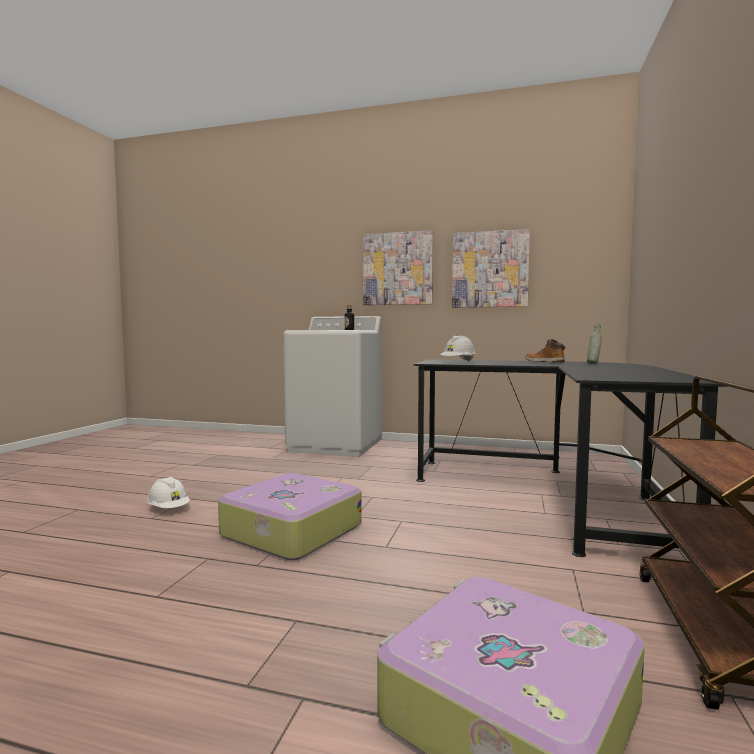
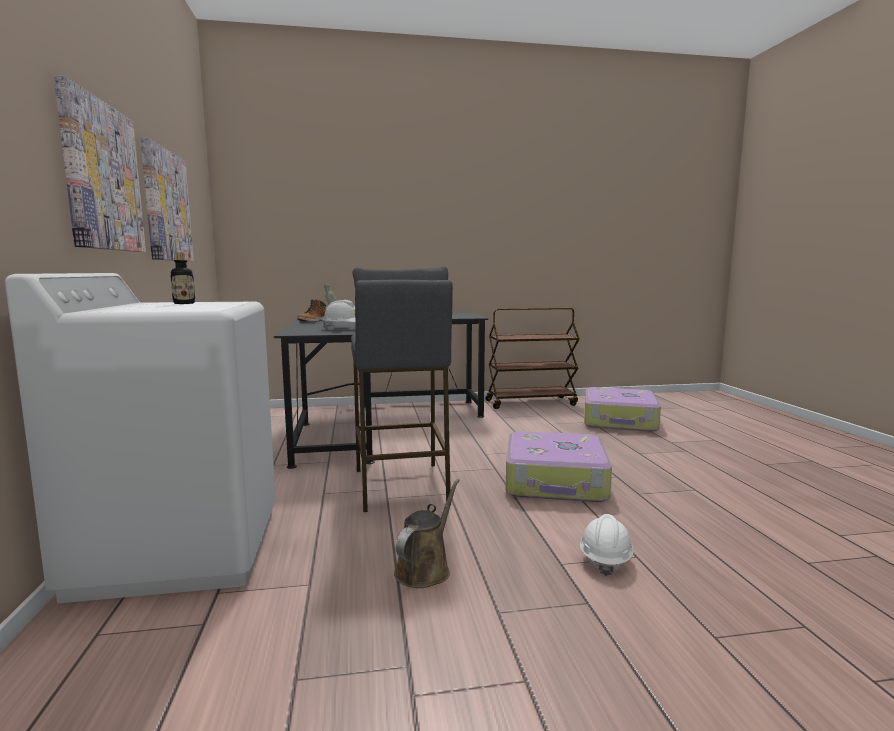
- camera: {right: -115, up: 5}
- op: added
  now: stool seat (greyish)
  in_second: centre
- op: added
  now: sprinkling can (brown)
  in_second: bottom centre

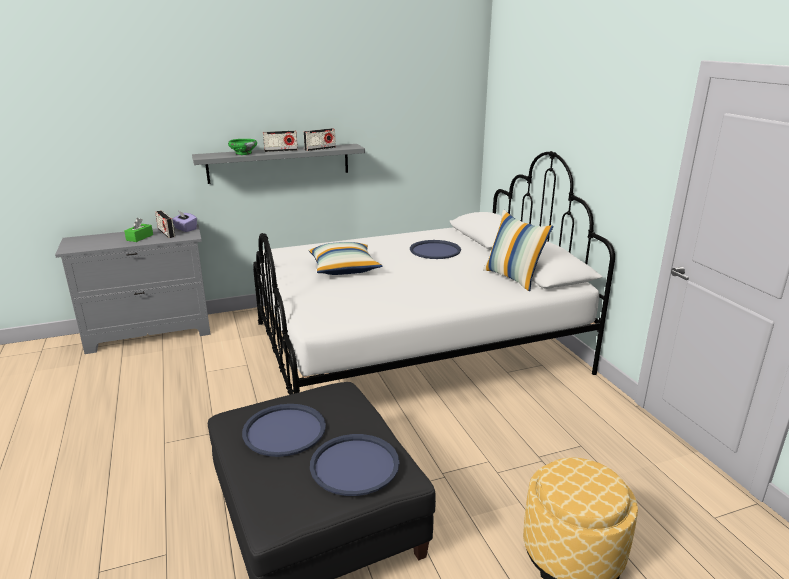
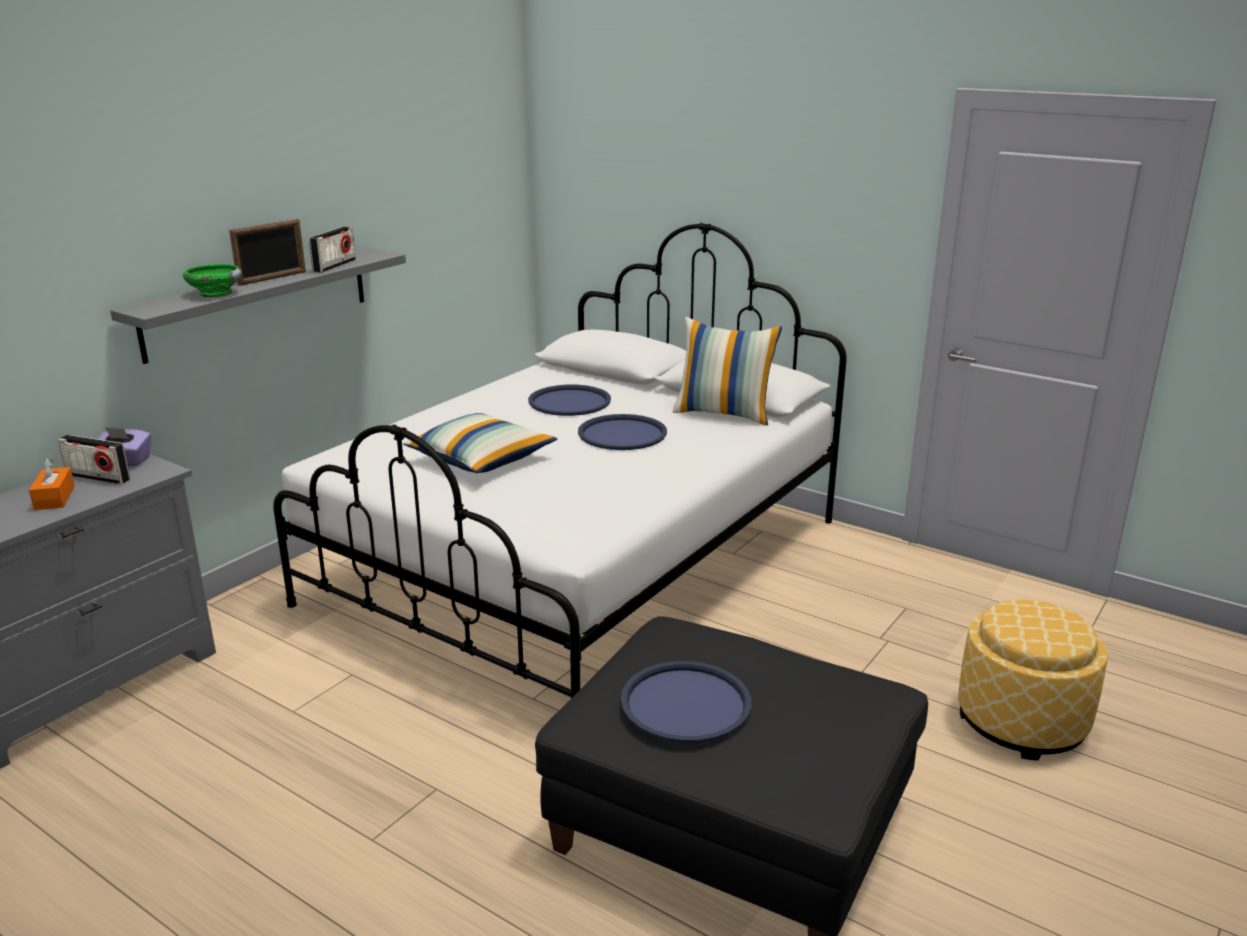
- camera: {right: -35, up: 0}
- op: recoloured
  was: tissue holder (green-coloured)
  now: tissue holder (orange)
  in_first: middle left
  in_second: middle left
- op: replaced
  was: radio set (2nd from left)
  now: picture frame
  in_first: top centre
  in_second: top left
- op: moved
  was: serving tray (blue) (2nd from left)
  in_first: bottom centre
  in_second: centre

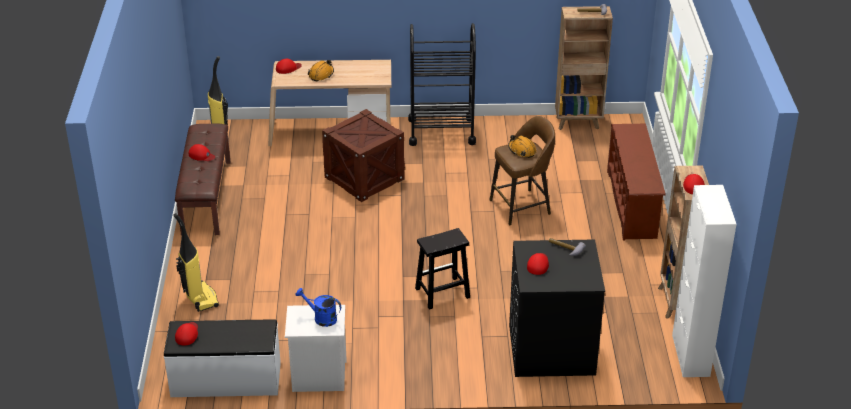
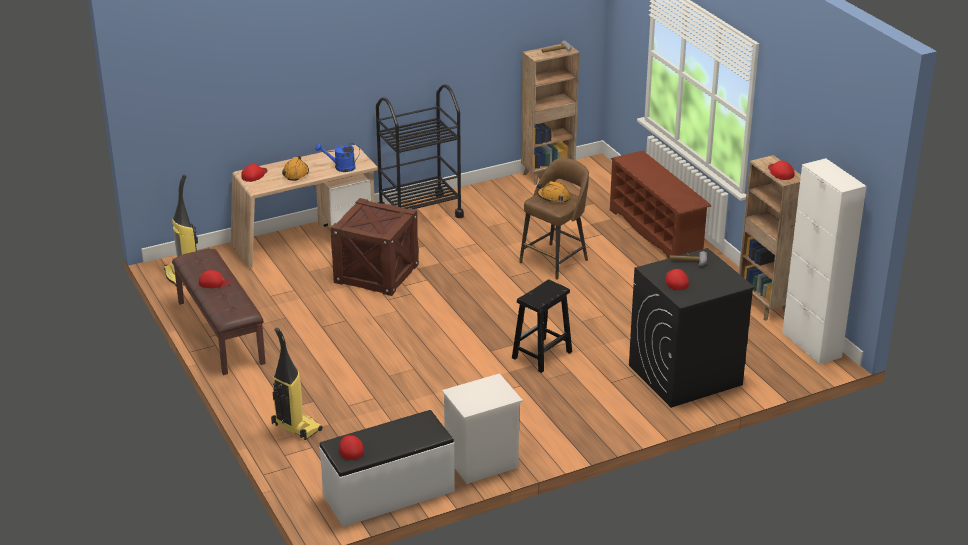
- camera: {right: -25, up: -5}
- op: moved
  was: sprinkling can (blue)
  in_first: bottom centre
  in_second: top centre

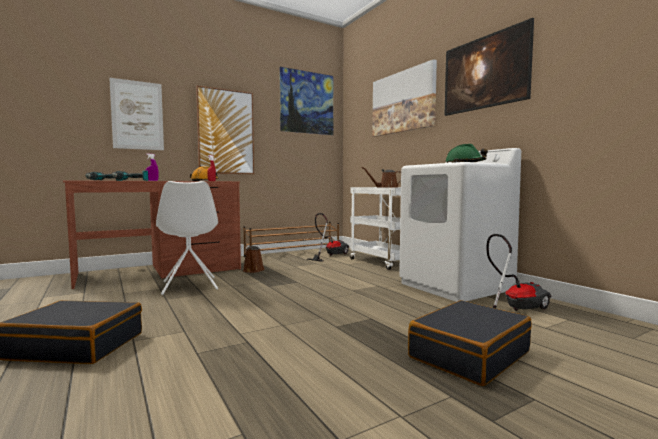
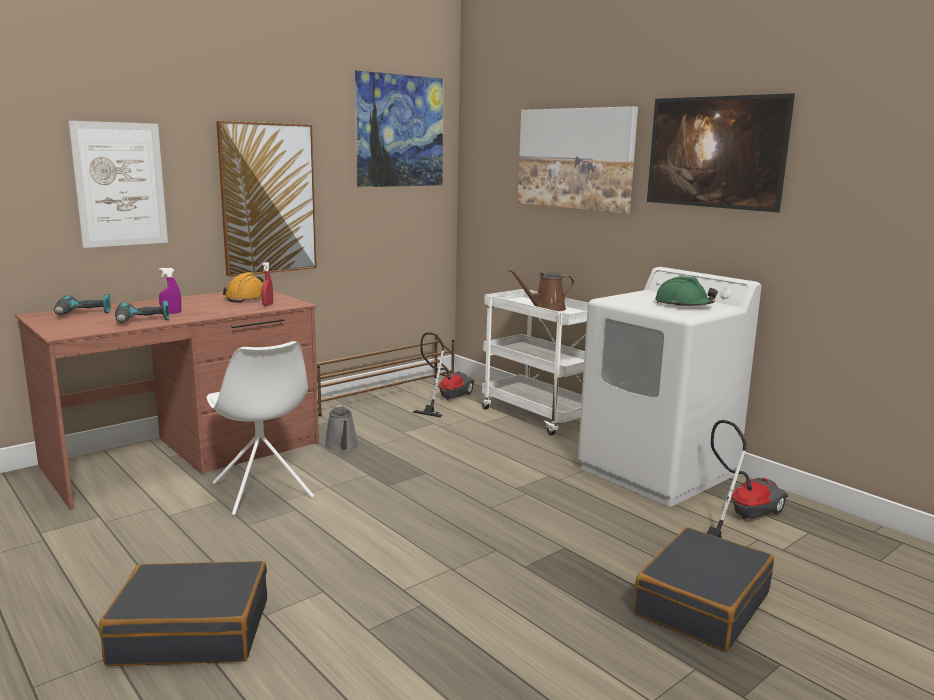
- camera: {right: -10, up: 10}
- op: recoloured
  was: sprinkling can (brown) (1st from left)
  now: sprinkling can (greyish)
  in_first: centre
  in_second: centre

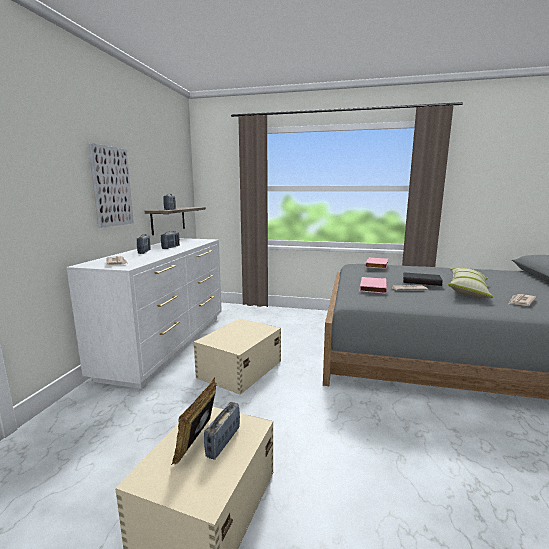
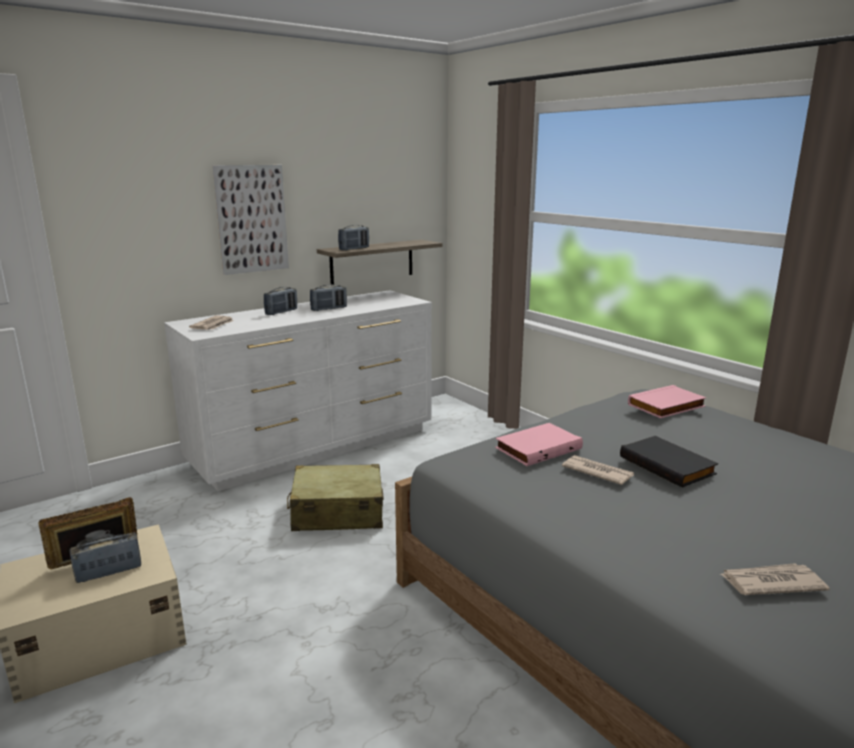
- camera: {right: 40, up: 5}
- op: replaced
  was: storage bin (beige) (2nd from left)
  now: travel case (beige)
  in_first: centre
  in_second: centre
- op: removed
  was: throw pillow
  in_first: middle right

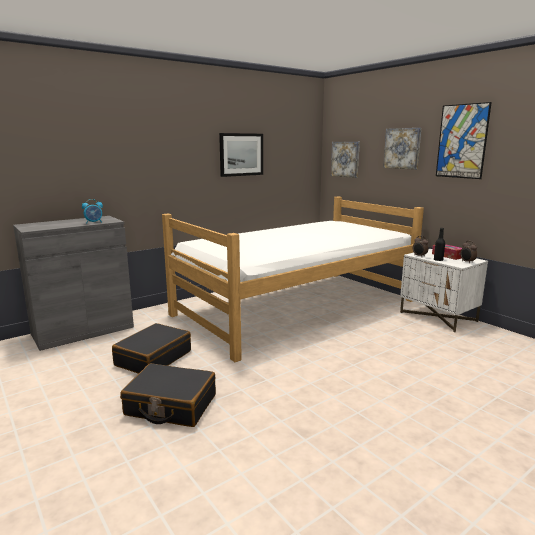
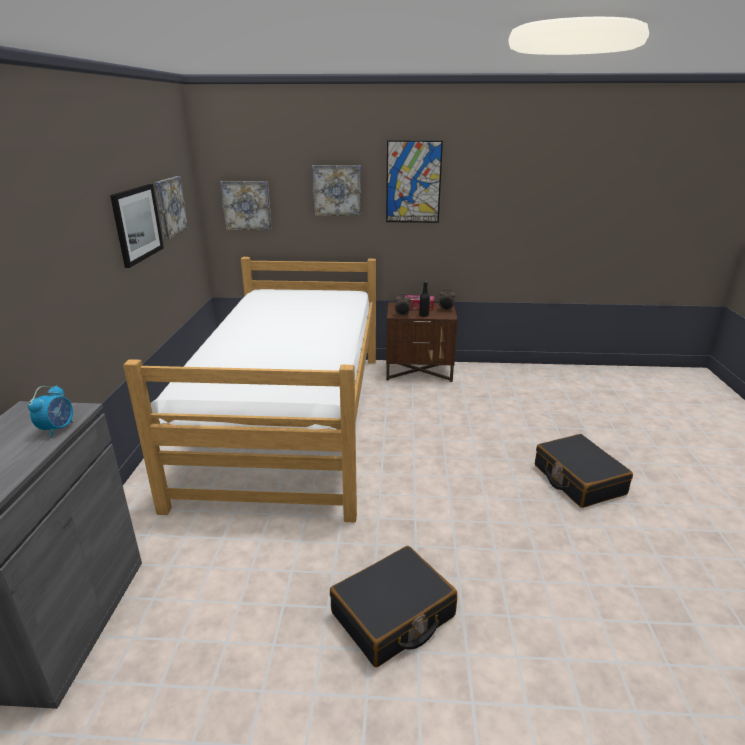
- camera: {right: -50, up: 10}
- op: added
  now: wall picture (2nd from left)
  in_second: top left
- op: recoloured
  was: bedside table (white-coloured)
  now: bedside table (brown)
  in_first: middle right
  in_second: centre
- op: moved
  was: travel case (blackish) (1st from left in the first image)
  now: travel case (blackish) (2nd from left)
  in_first: middle left
  in_second: middle right

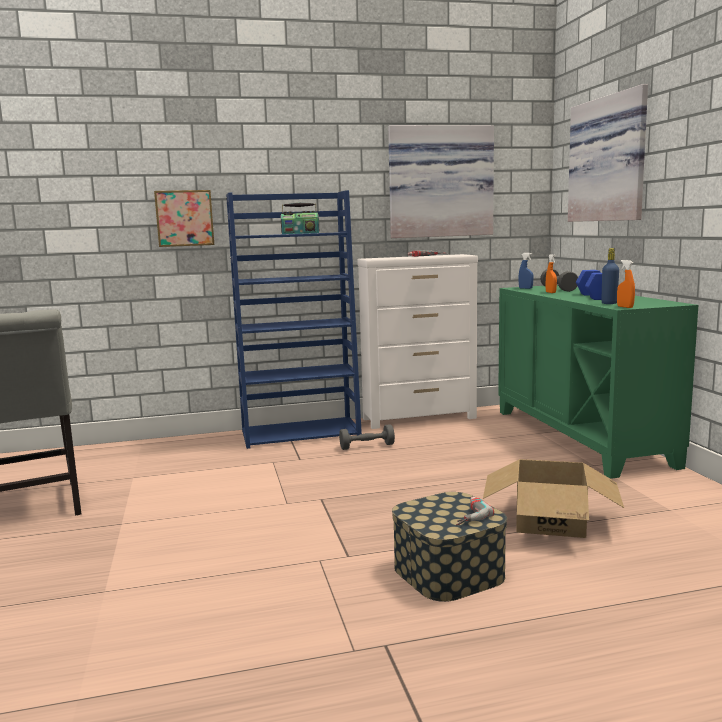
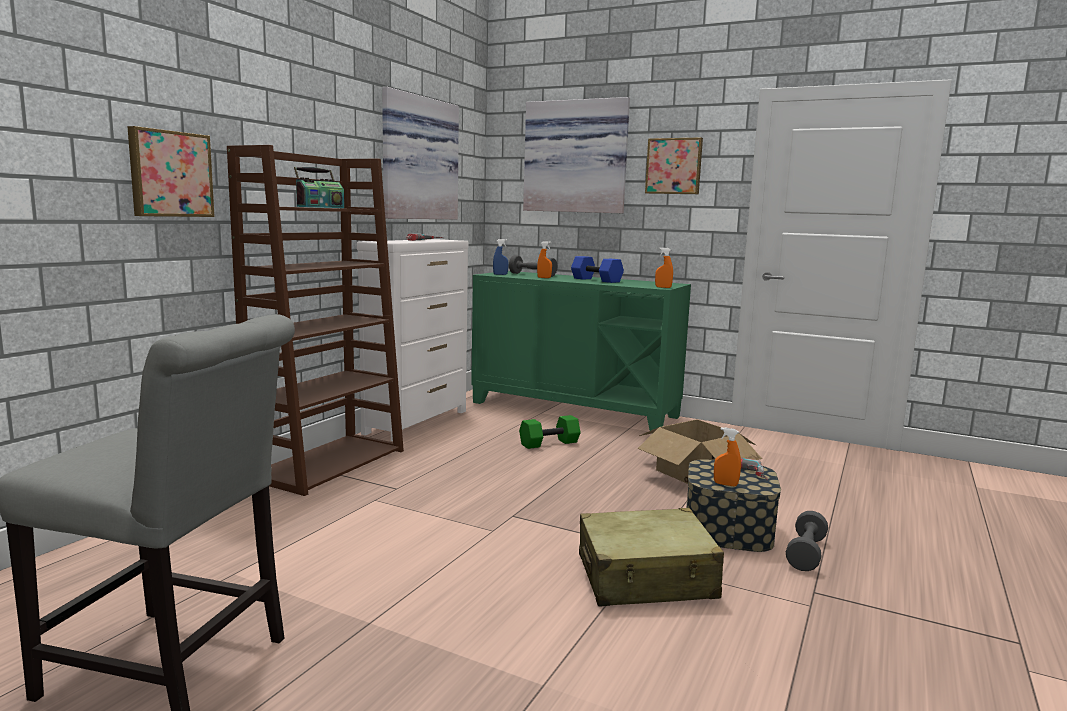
- camera: {right: -50, up: 0}
- op: recoloured
  was: shelving unit (blue)
  now: shelving unit (brown)
  in_first: centre
  in_second: middle left
- op: added
  now: dumbbell (green-coloured)
  in_second: centre
- op: added
  now: travel case (beige)
  in_second: bottom centre
- op: added
  now: wall picture (4th from left)
  in_second: top centre
- op: added
  now: spray bottle (orange) (3rd from left)
  in_second: middle right
- op: moved
  was: dumbbell (greyish) (1st from left in the first image)
  now: dumbbell (greyish) (2nd from left)
  in_first: centre
  in_second: bottom right
- op: removed
  was: bottle (blue)
  in_first: middle right

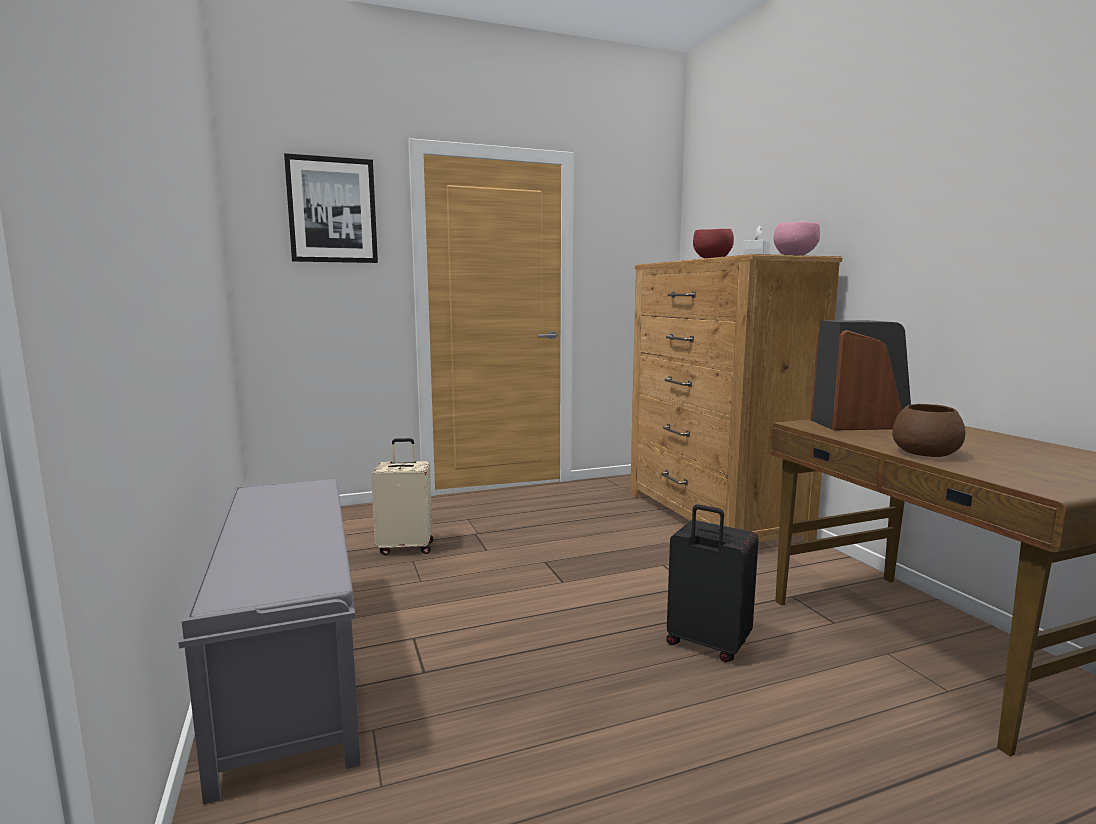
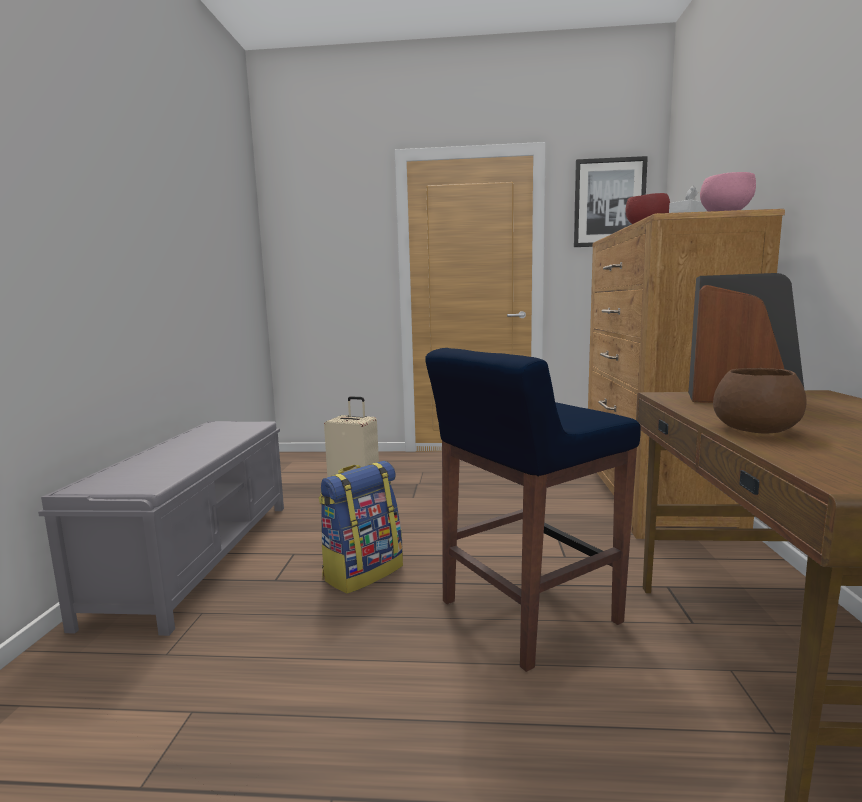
- camera: {right: 25, up: 0}
- op: added
  now: rucksack
  in_second: centre
- op: replaced
  was: travel case (blackish)
  now: stool seat (blue)
  in_first: bottom centre
  in_second: centre
- op: moved
  was: wall picture
  in_first: top left
  in_second: top right

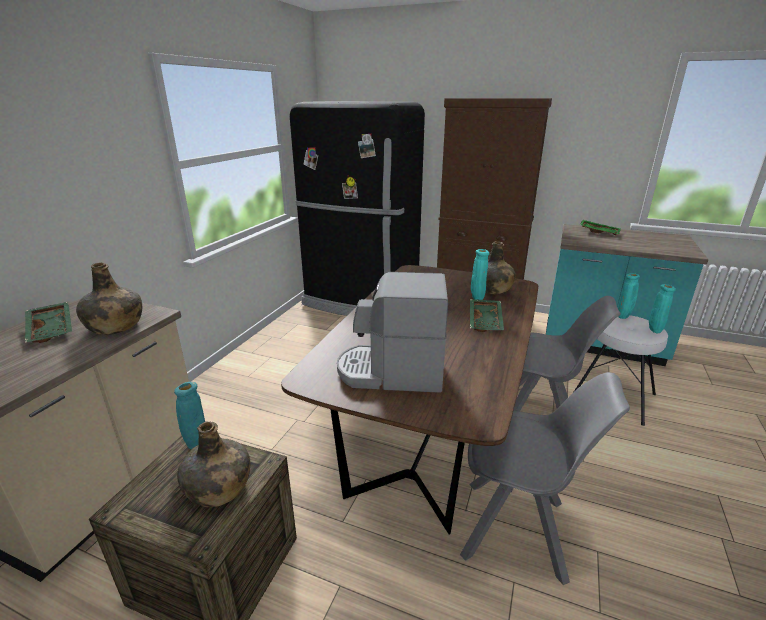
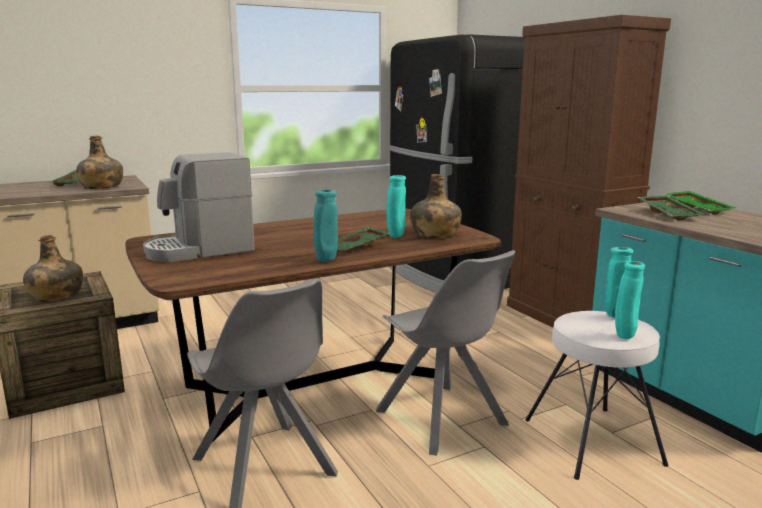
- camera: {right: 40, up: -10}
- op: turned
  was: coffee brewer
  in_first: centre
  in_second: middle left
  clockwise: -75
- op: moved
  was: flower vase (turquoise) (1st from left)
  in_first: bottom left
  in_second: centre
- op: added
  now: serving tray (green-coloured) (3rd from left)
  in_second: middle right

